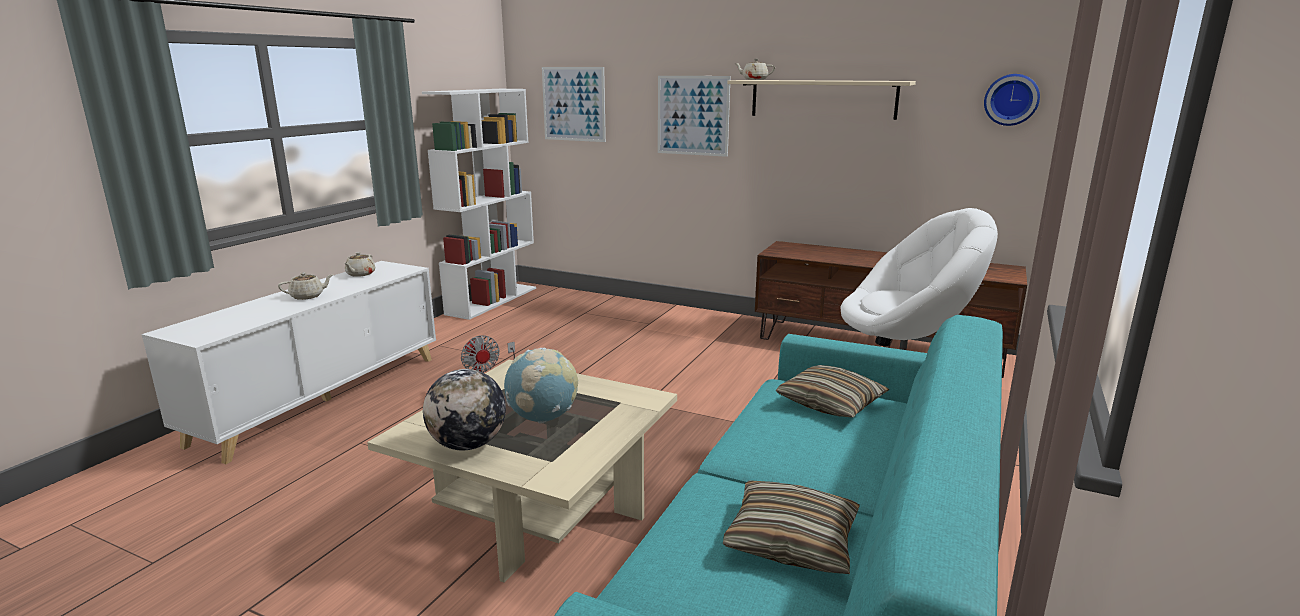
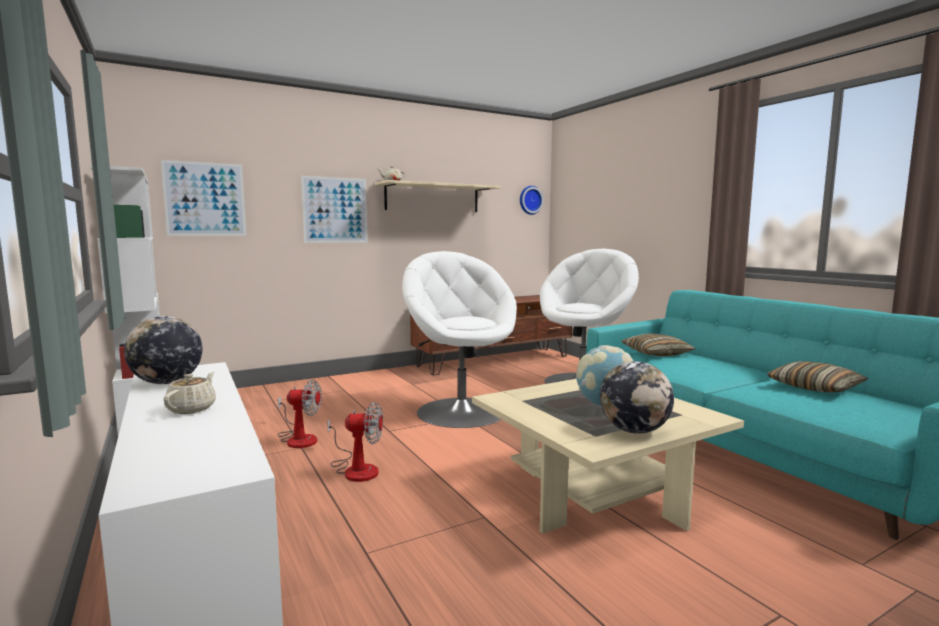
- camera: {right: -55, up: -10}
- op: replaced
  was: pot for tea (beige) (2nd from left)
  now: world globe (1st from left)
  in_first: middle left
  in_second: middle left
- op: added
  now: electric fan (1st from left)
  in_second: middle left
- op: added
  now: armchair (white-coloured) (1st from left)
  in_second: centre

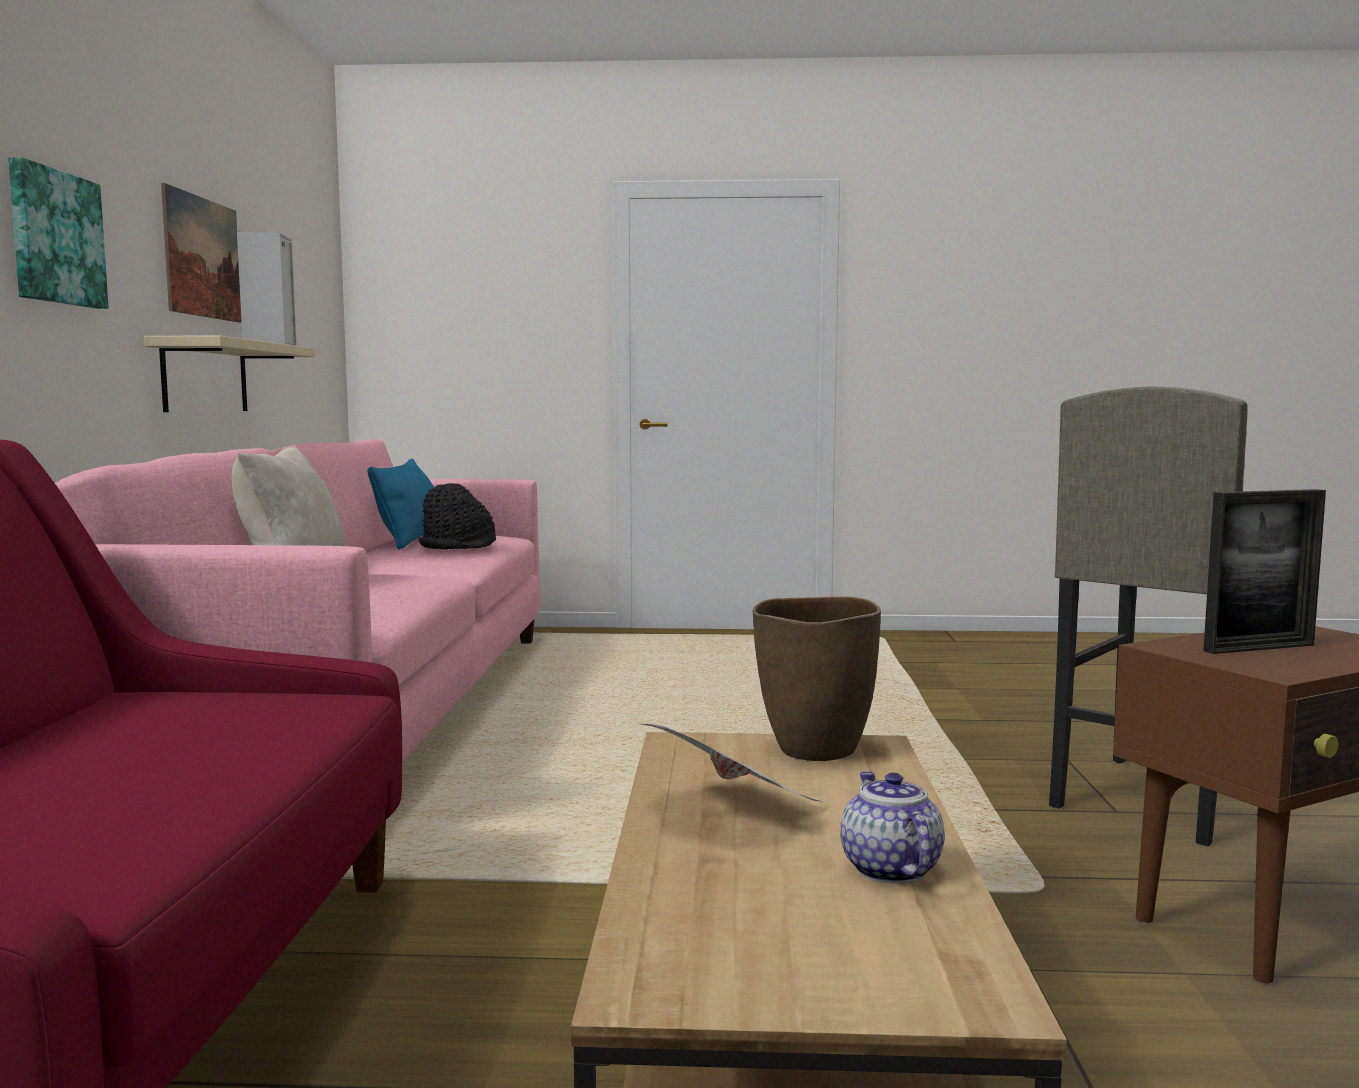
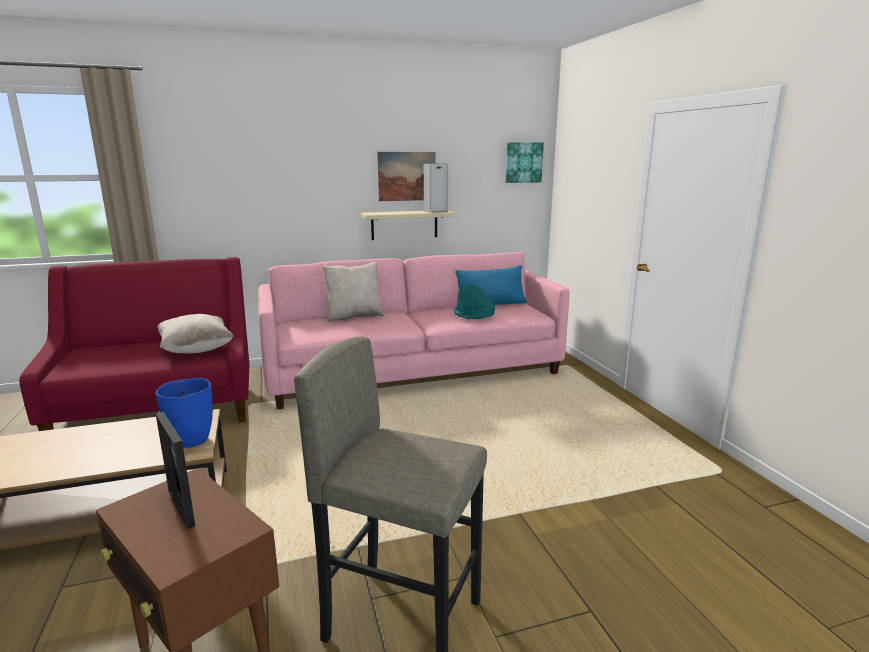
- camera: {right: 70, up: 10}
- op: recoloured
  was: flower vase (brown)
  now: flower vase (blue)
  in_first: centre
  in_second: middle left
- op: added
  now: throw pillow (beige) (1st from left)
  in_second: middle left
- op: recoloured
  was: wearable hat (blackish)
  now: wearable hat (turquoise)
  in_first: centre
  in_second: centre
- op: moved
  was: wall picture (1st from left in the first image)
  now: wall picture (2nd from left)
  in_first: top left
  in_second: top centre
- op: removed
  was: printed paper
  in_first: bottom centre
- op: removed
  was: pot for tea
  in_first: bottom centre

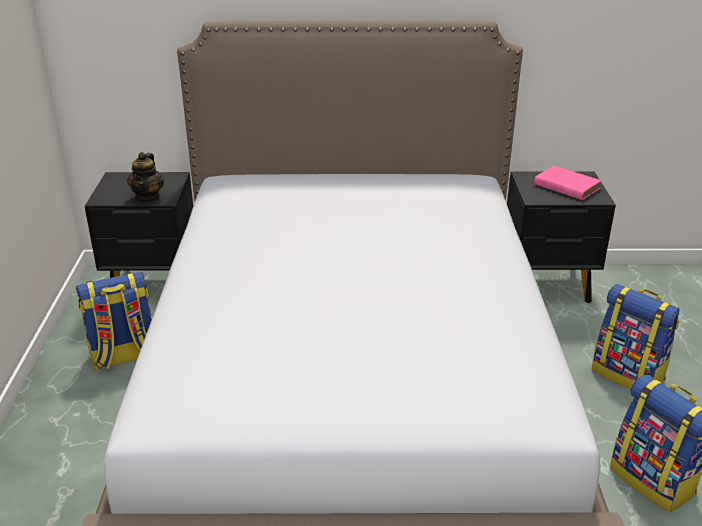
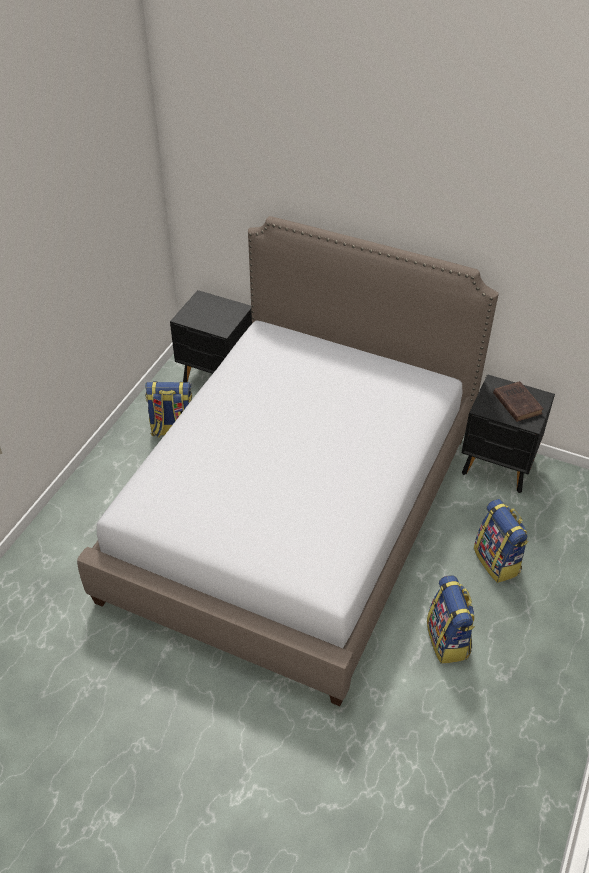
- camera: {right: 25, up: 15}
- op: recoloured
  was: volume (pinkish)
  now: volume (brown)
  in_first: middle right
  in_second: middle right
- op: removed
  was: pot for tea
  in_first: middle left

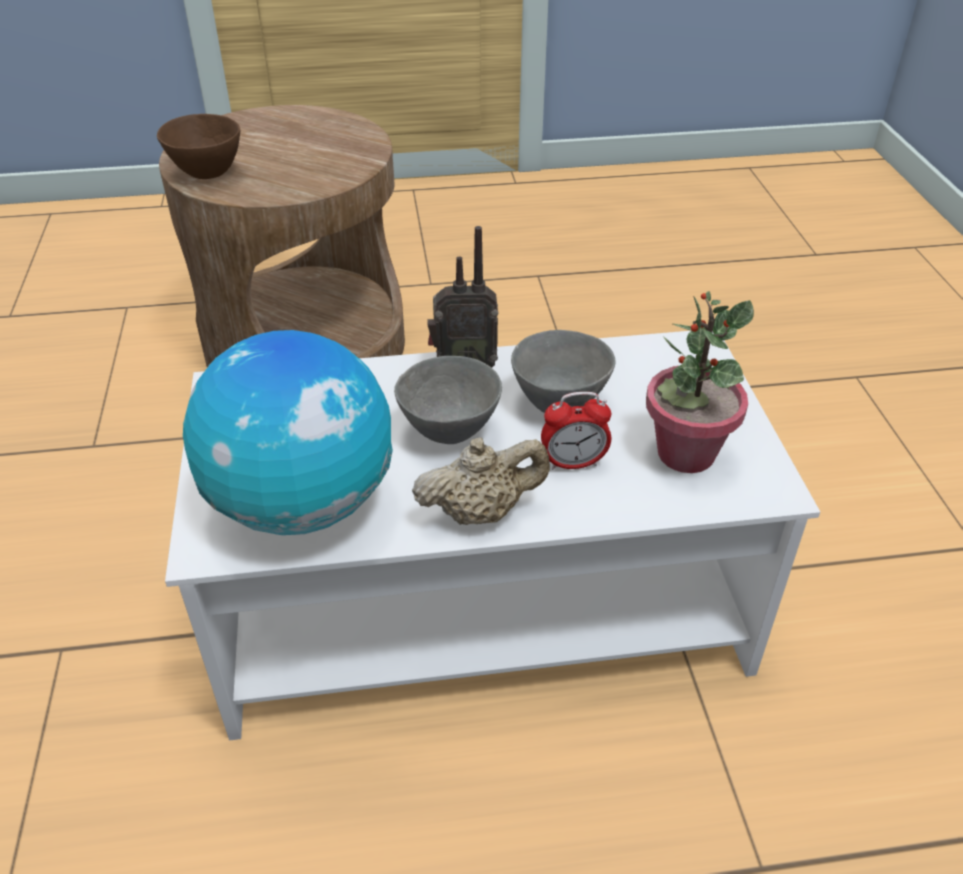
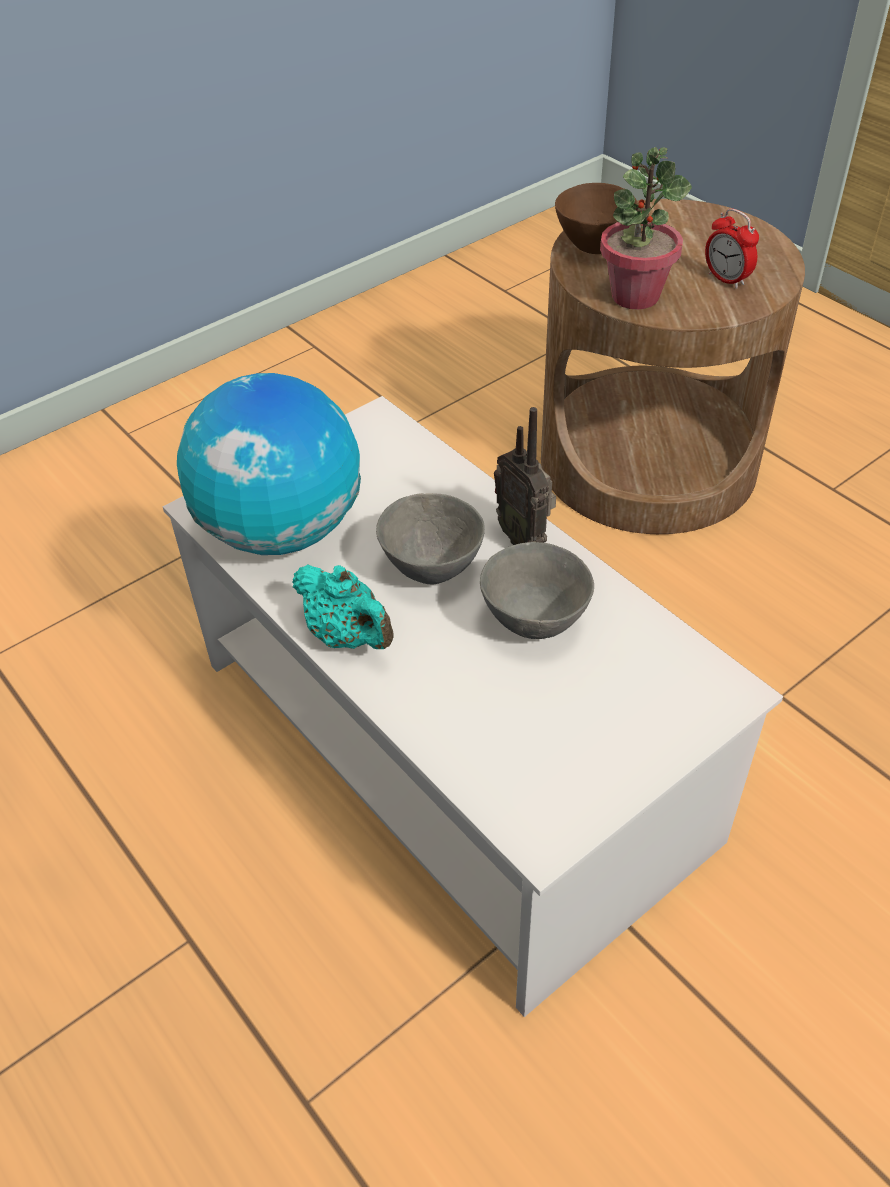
- camera: {right: 60, up: 5}
- op: recoloured
  was: pot for tea (beige)
  now: pot for tea (turquoise)
  in_first: centre
  in_second: centre
- op: moved
  was: houseplant
  in_first: middle right
  in_second: top right
- op: moved
  was: alarm clock
  in_first: centre
  in_second: top right

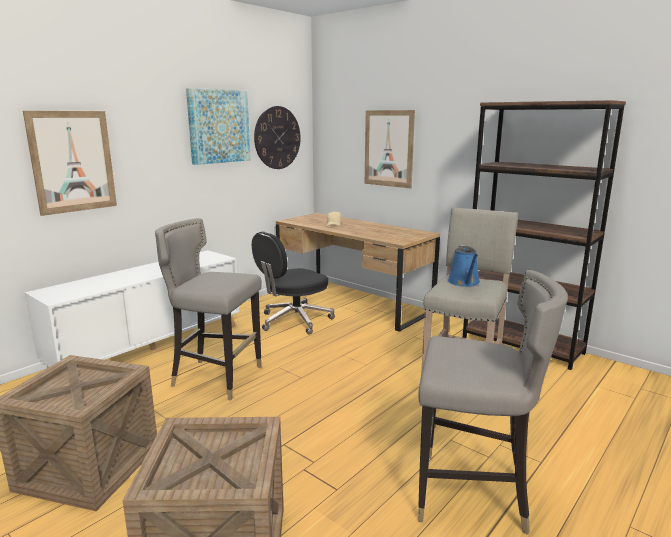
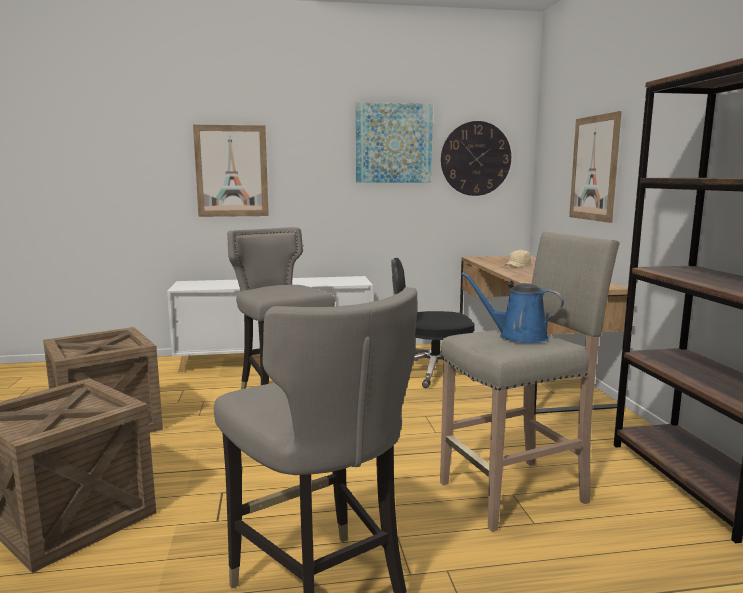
- camera: {right: 40, up: -5}
- op: turned
  was: sprinkling can (blue)
  in_first: middle right
  in_second: middle right
  clockwise: 75

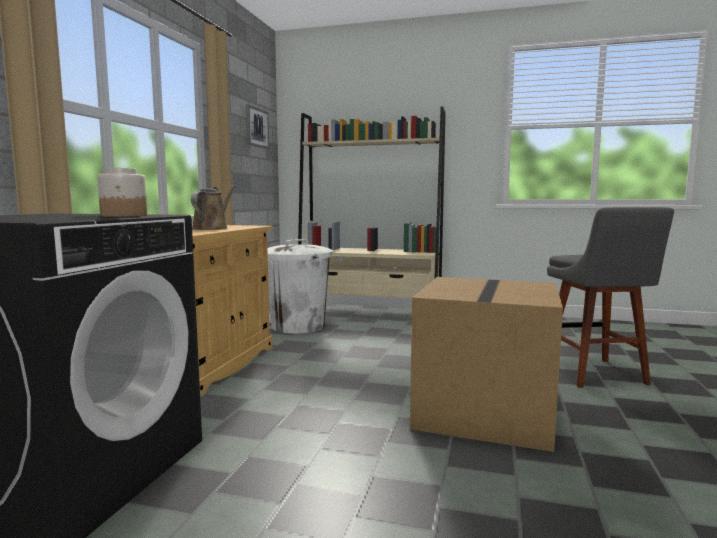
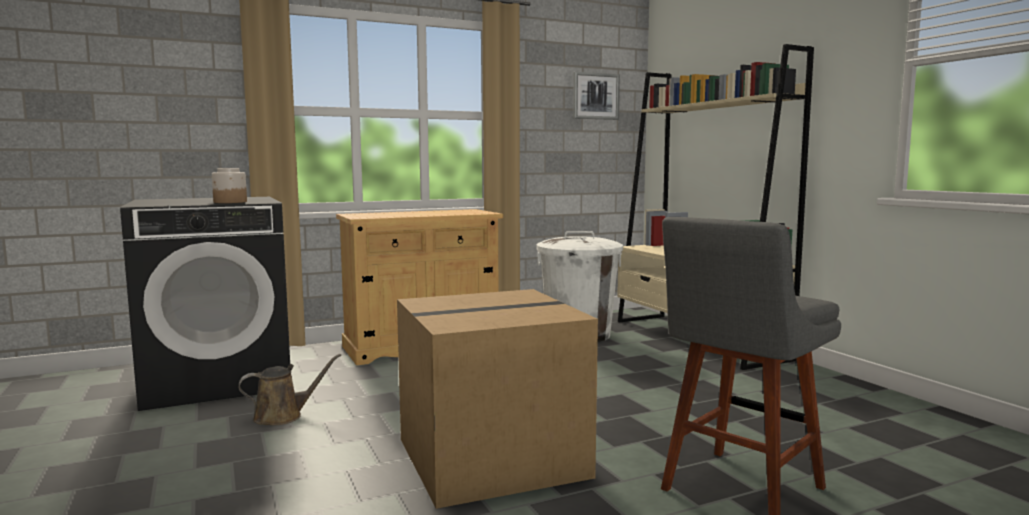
- camera: {right: 50, up: 0}
- op: moved
  was: sprinkling can (brown)
  in_first: middle left
  in_second: bottom left

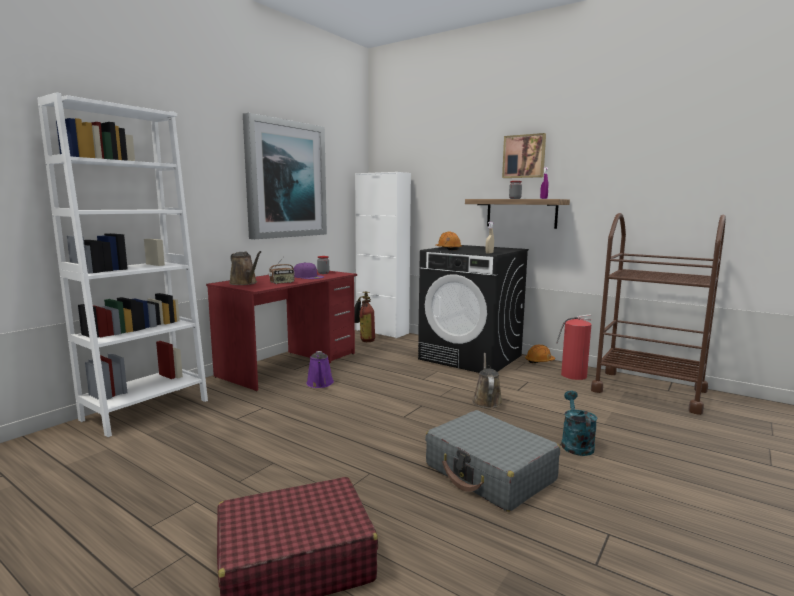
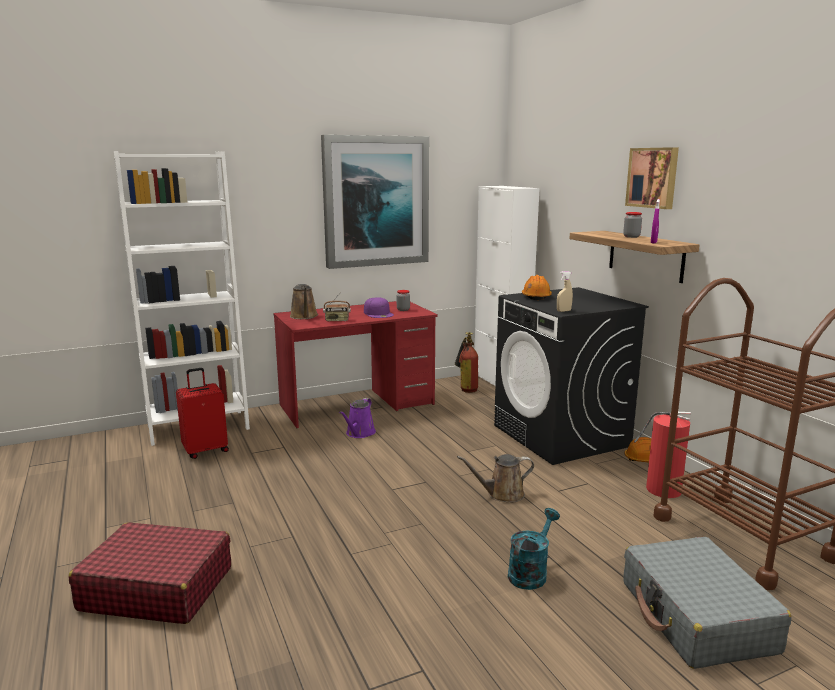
- camera: {right: 30, up: 5}
- op: added
  now: travel case (red-coloured) (2nd from left)
  in_second: middle left
- op: turned
  was: sprinkling can (brown) (2nd from left)
  in_first: centre
  in_second: bottom centre
  clockwise: -135
- op: moved
  was: travel case (greyish)
  in_first: bottom centre
  in_second: bottom right

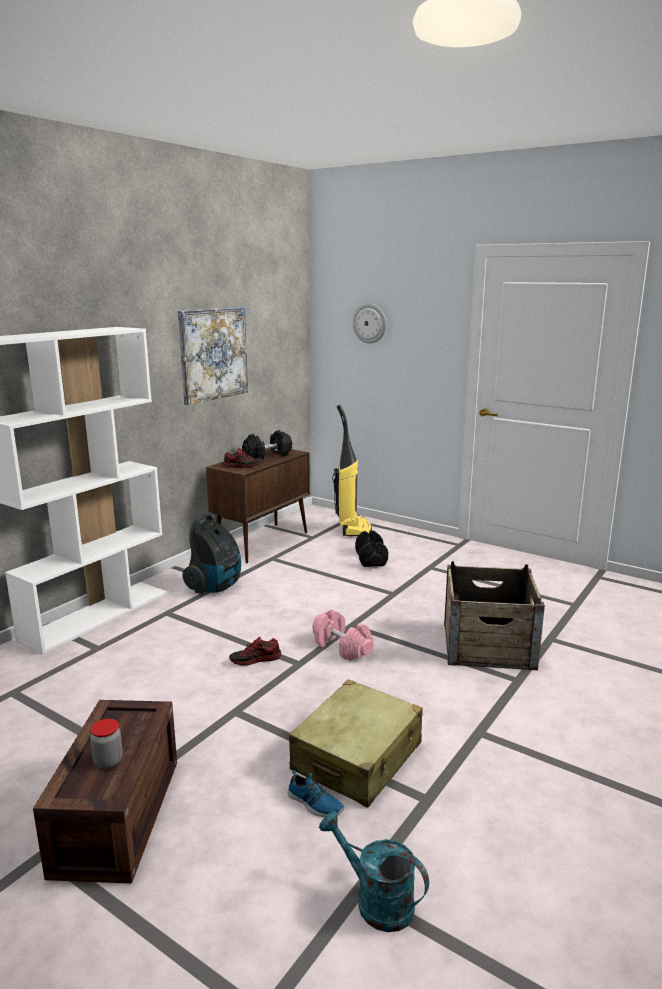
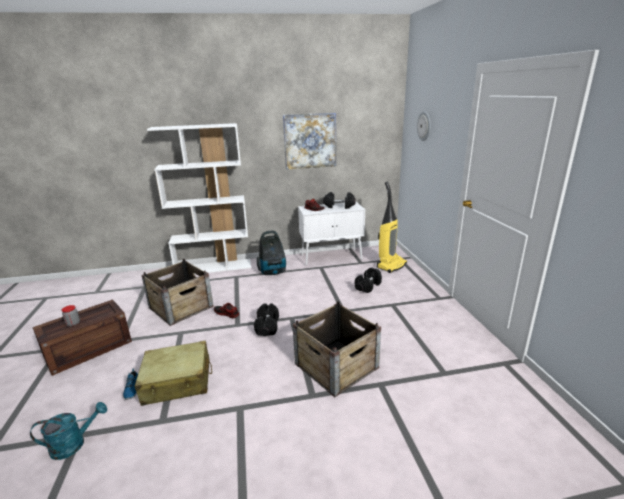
- camera: {right: 45, up: 5}
- op: turned
  was: sprinkling can (turquoise)
  in_first: bottom centre
  in_second: bottom left
  clockwise: 75
- op: added
  now: packing crate (2nd from left)
  in_second: middle left
- op: recoloured
  was: dumbbell (pinkish)
  now: dumbbell (blackish) (1st from left)
  in_first: centre
  in_second: centre
- op: recoloured
  was: storage cabinet (brown)
  now: storage cabinet (white-coloured)
  in_first: centre
  in_second: centre

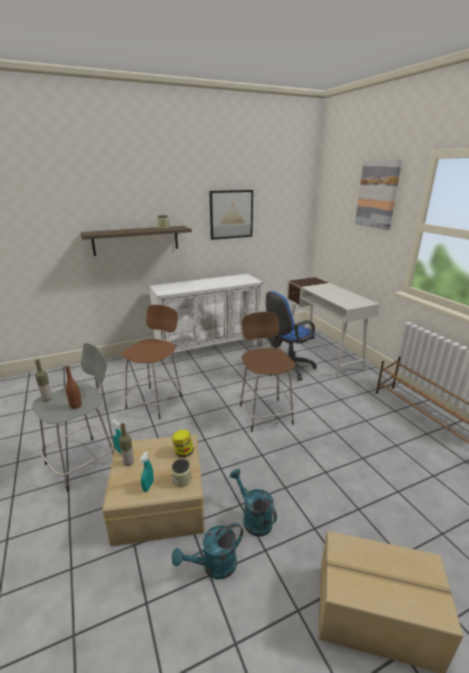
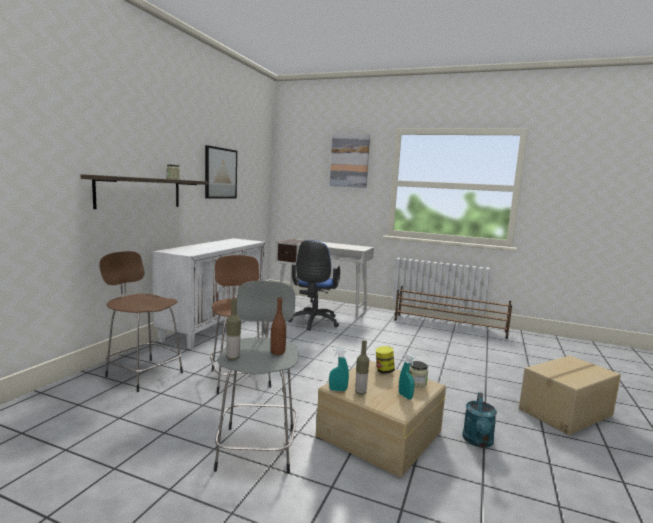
- camera: {right: -45, up: -15}
- op: moved
  was: stool seat (brown) (2nd from left in the first image)
  now: stool seat (brown) (1st from left)
  in_first: centre
  in_second: middle left
- op: removed
  was: sprinkling can (turquoise) (2nd from left)
  in_first: bottom centre

